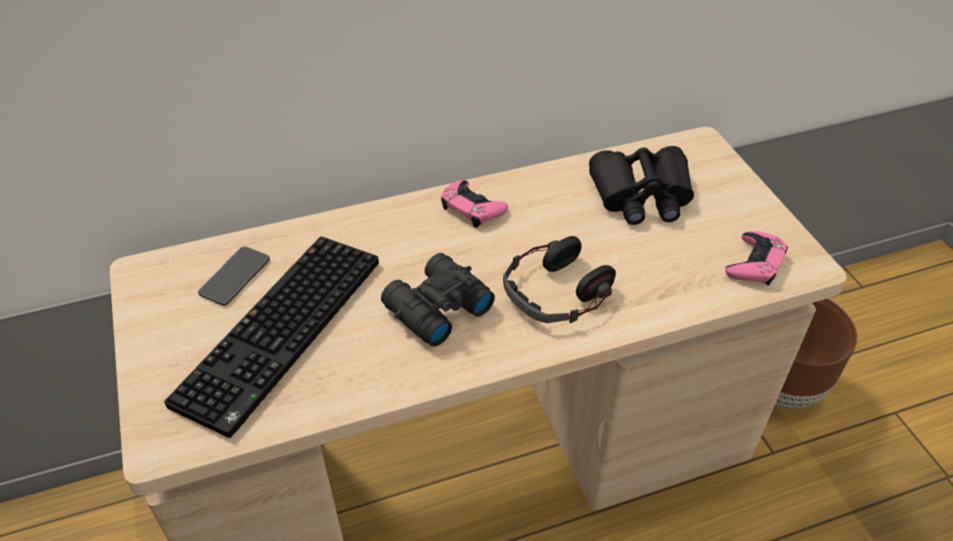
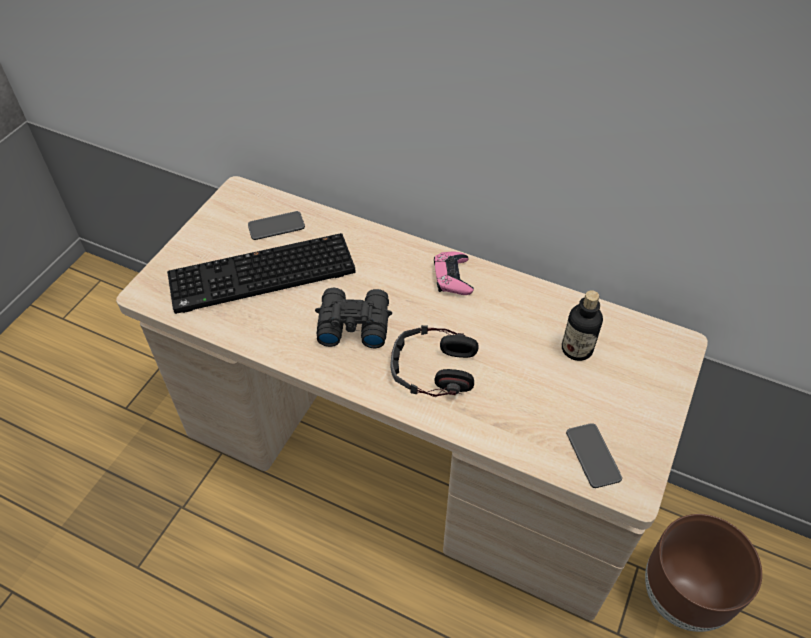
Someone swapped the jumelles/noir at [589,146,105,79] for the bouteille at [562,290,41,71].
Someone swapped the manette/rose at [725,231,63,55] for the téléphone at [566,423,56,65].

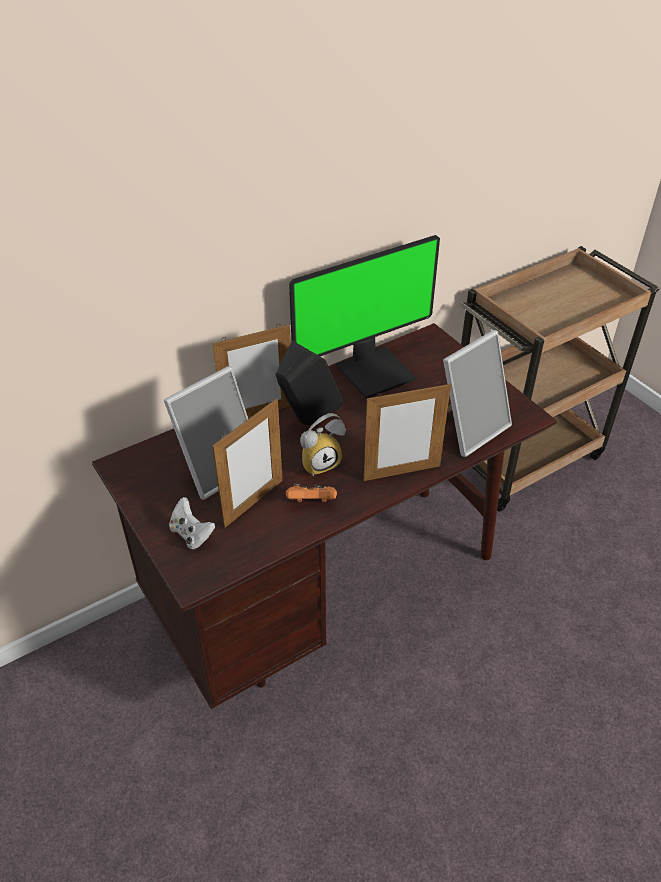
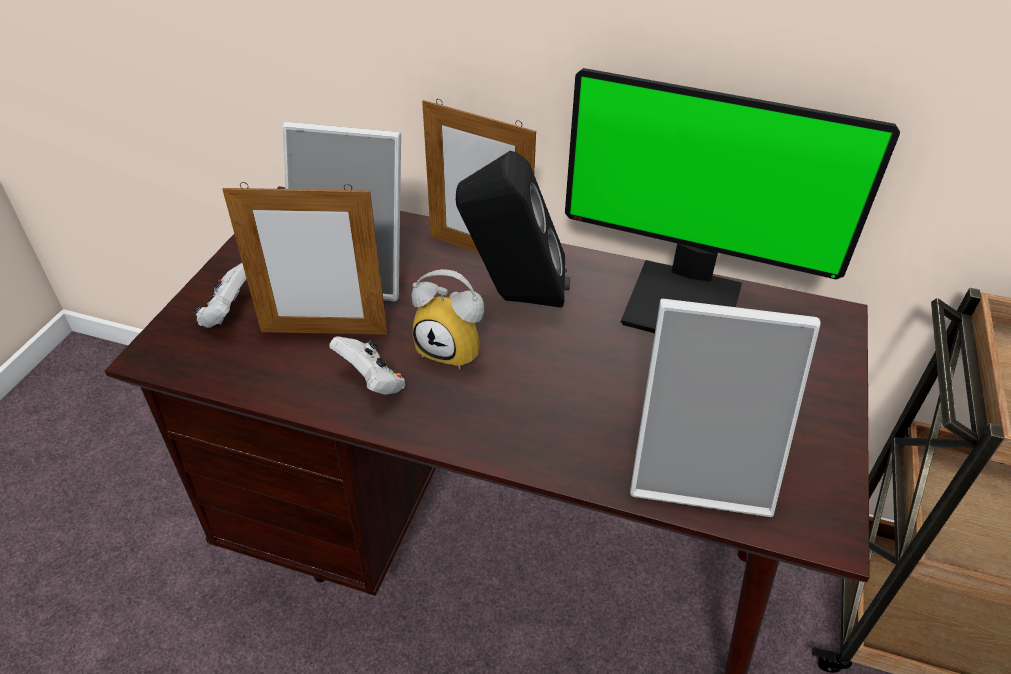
Someone took away the cadre photo at [364,383,87,98].
Someone repainted the manette/orange at [286,483,51,19], which became the manette/blanc at [329,336,76,59].

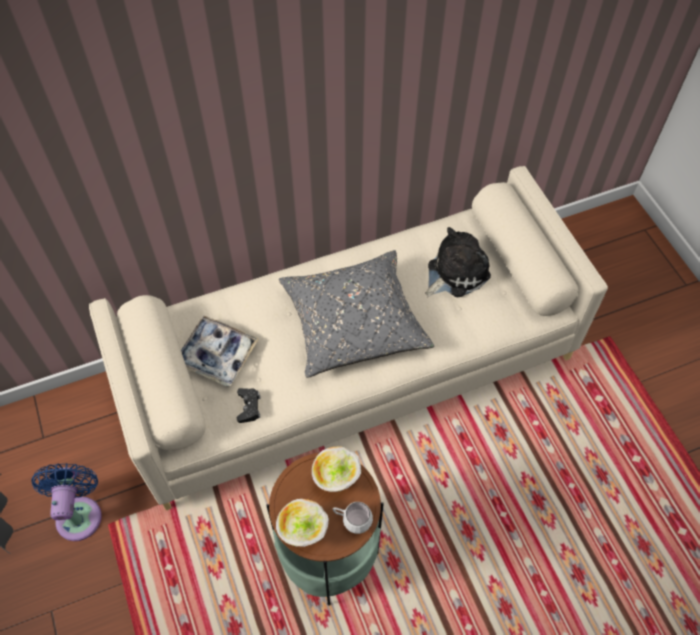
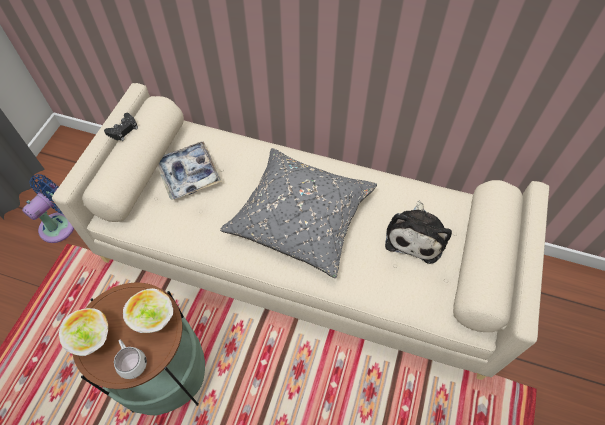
Someone rotated the peluche at [426,227,65,70] by 105 degrees clockwise.
Someone carried the manette/noir from [237,388,23,35] to [104,113,34,28].

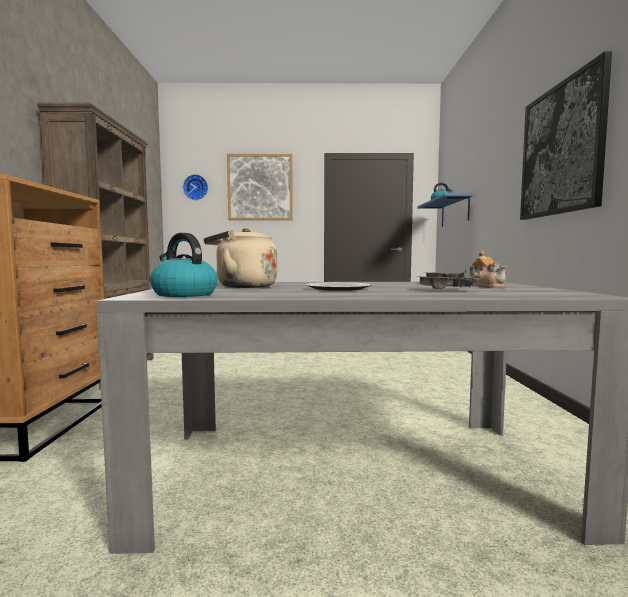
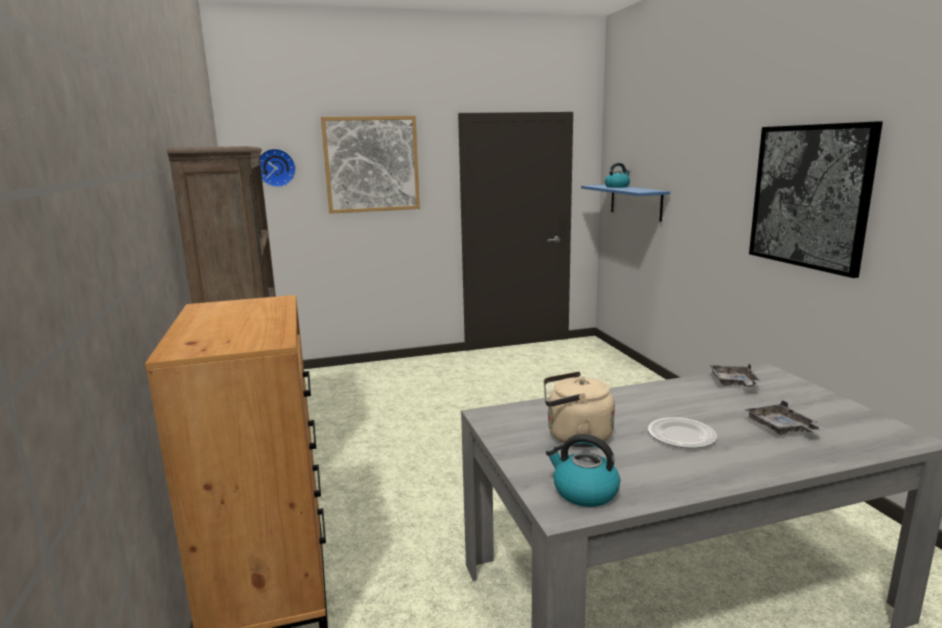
Someone took away the théière at [469,251,38,37].

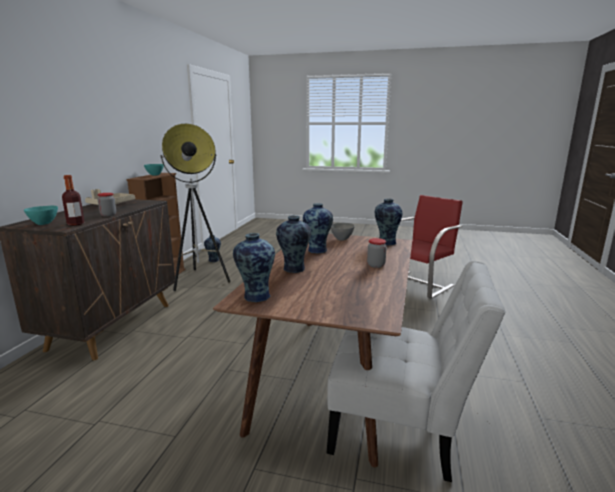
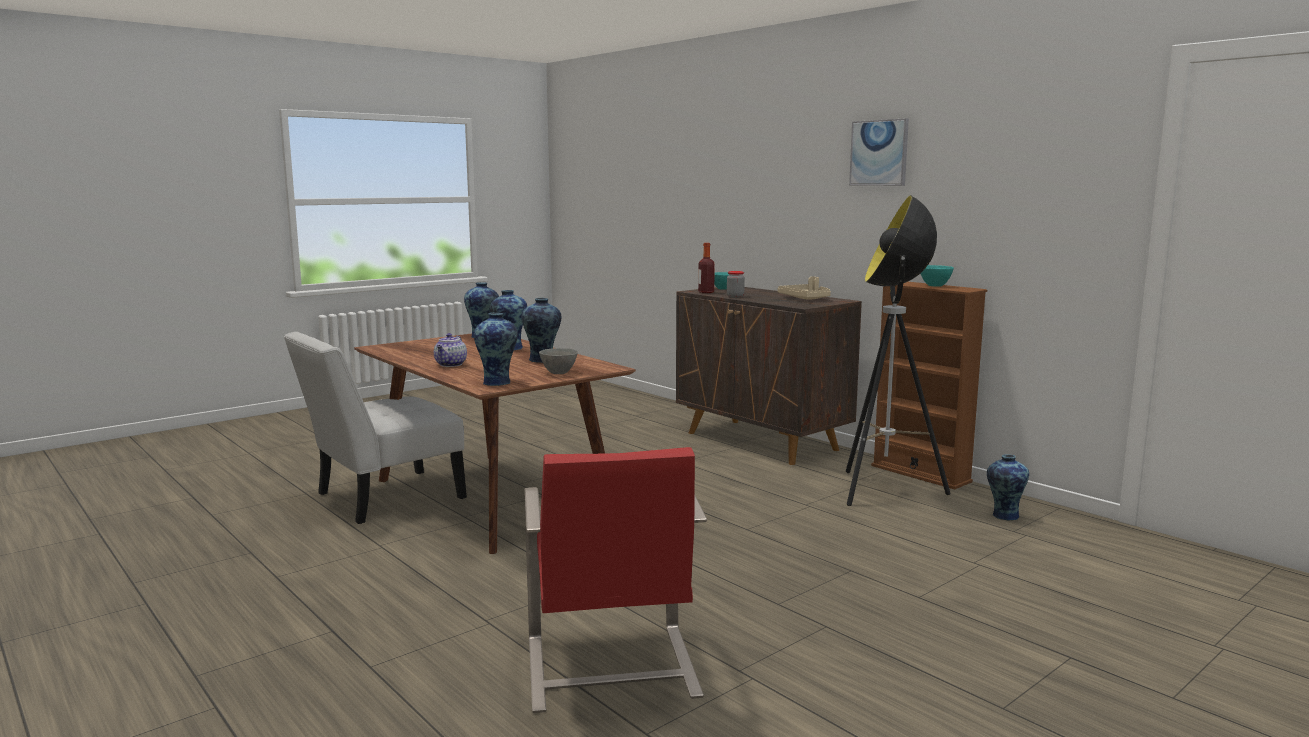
Someone swapped the bocal at [367,238,20,30] for the théière at [434,333,33,34].
Someone put up the tableau at [849,118,60,68].

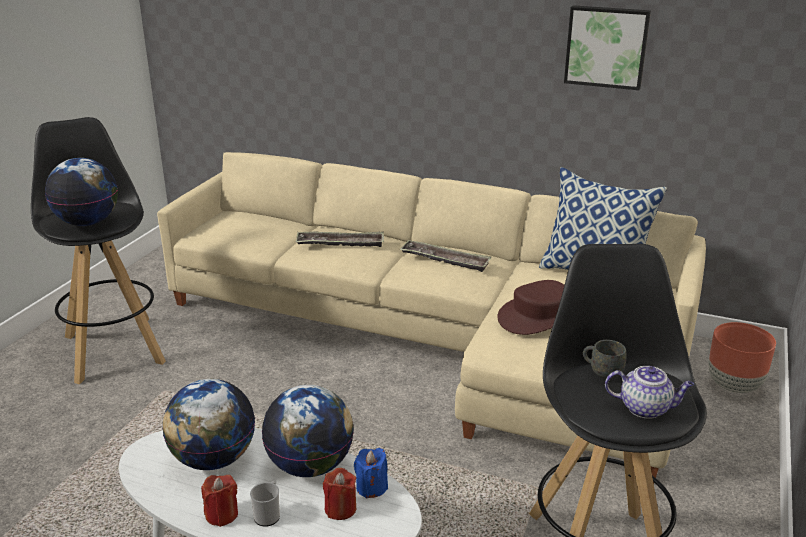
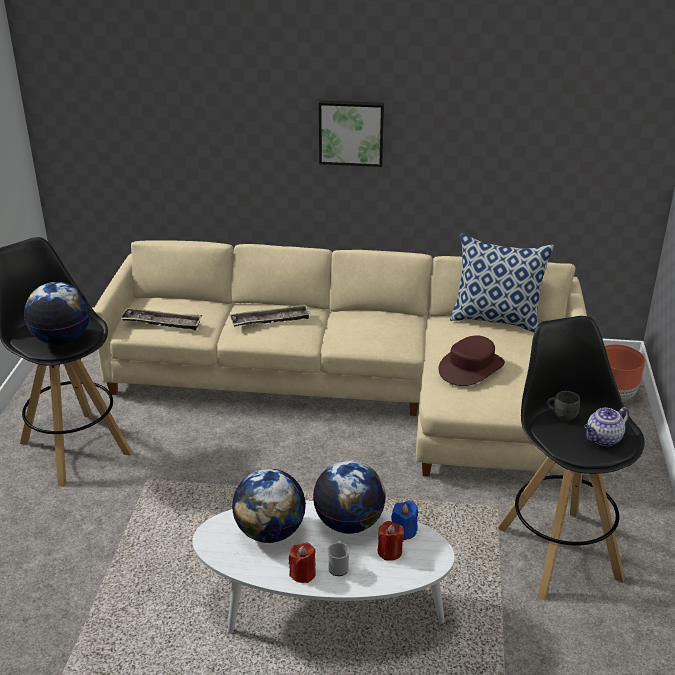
Someone carried the tableau from [564,5,87,85] to [319,100,65,67].
Someone carried the plateau from [400,240,92,32] to [120,308,82,22].
Someone rotated the théière at [605,366,89,53] by 150 degrees clockwise.

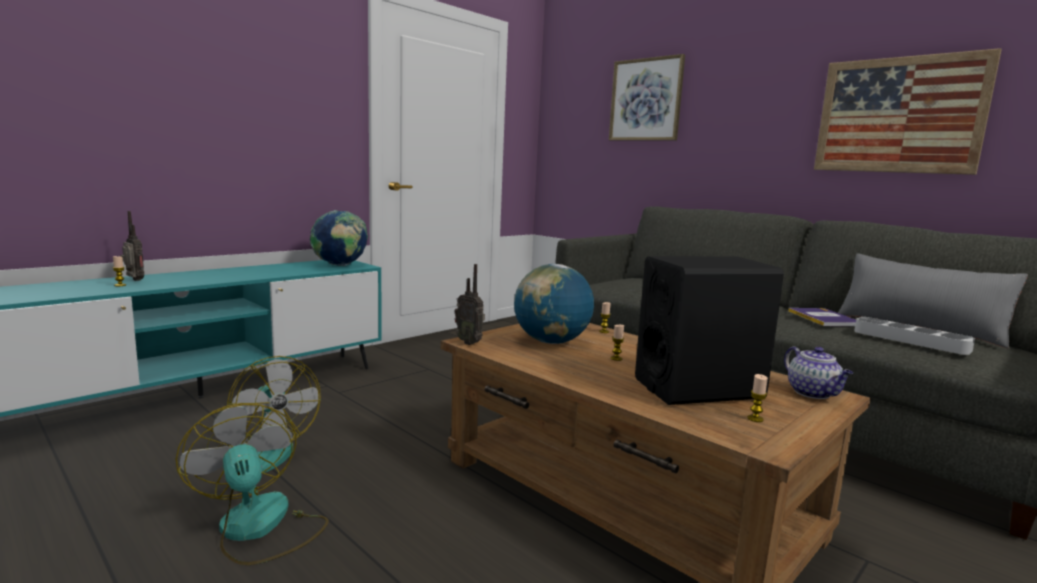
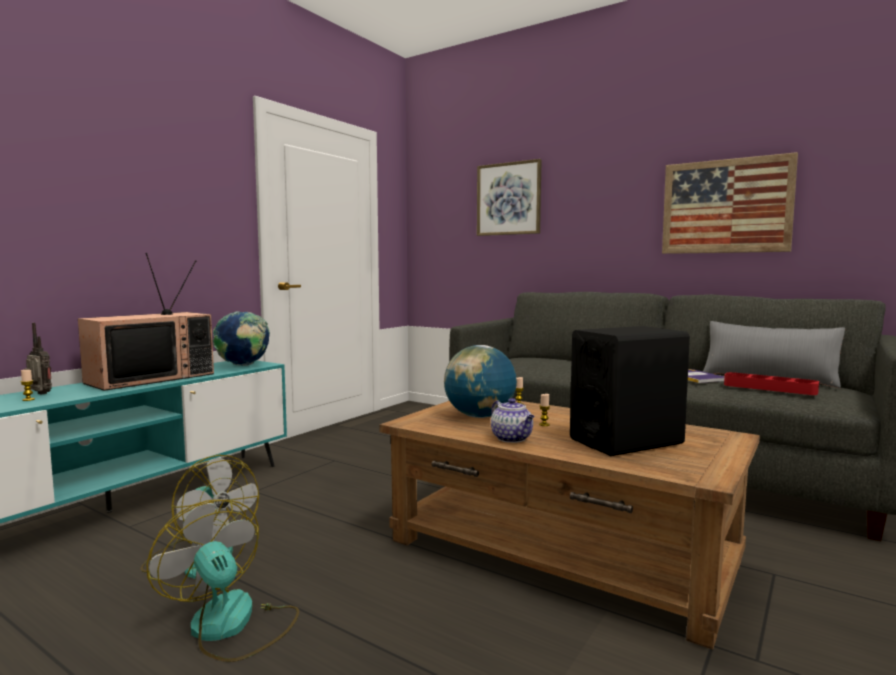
Someone took away the radio at [455,264,30,81].
Someone repainted the plateau/gris at [854,317,121,38], which became the plateau/rouge at [724,372,95,23].
Someone carried the théière from [784,346,69,53] to [491,398,44,45].
Someone took away the bougie at [747,374,21,48].
Someone put down the téléviseur at [78,253,136,138].

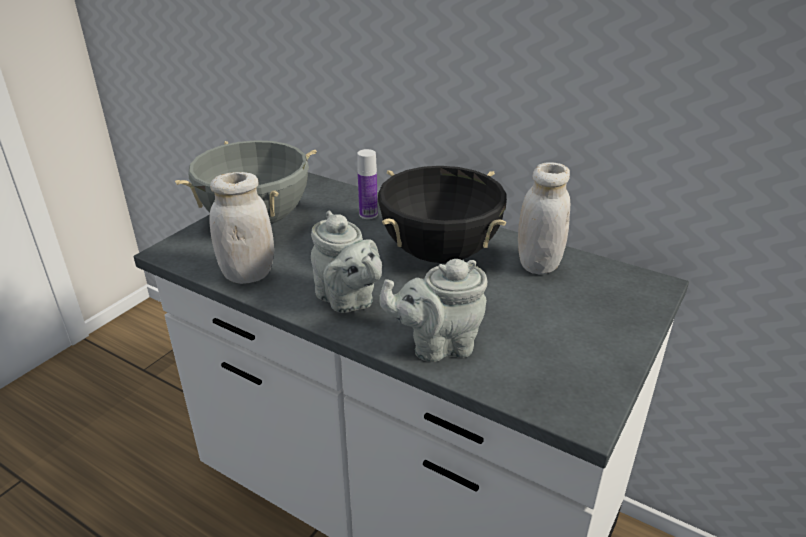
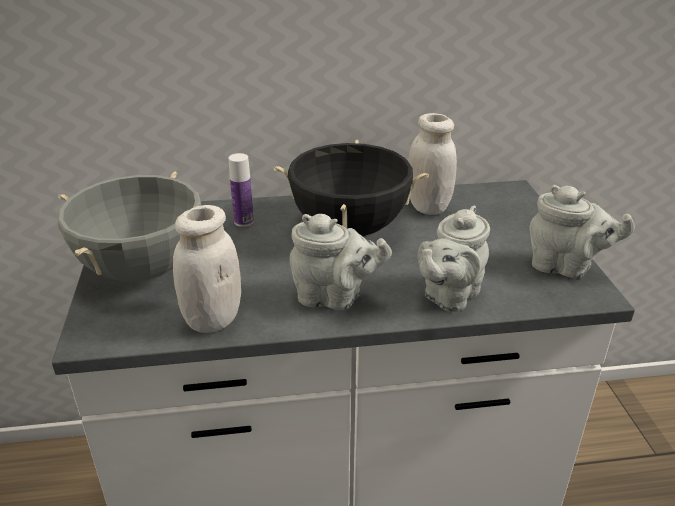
Someone put down the théière/gris at [530,185,105,93].

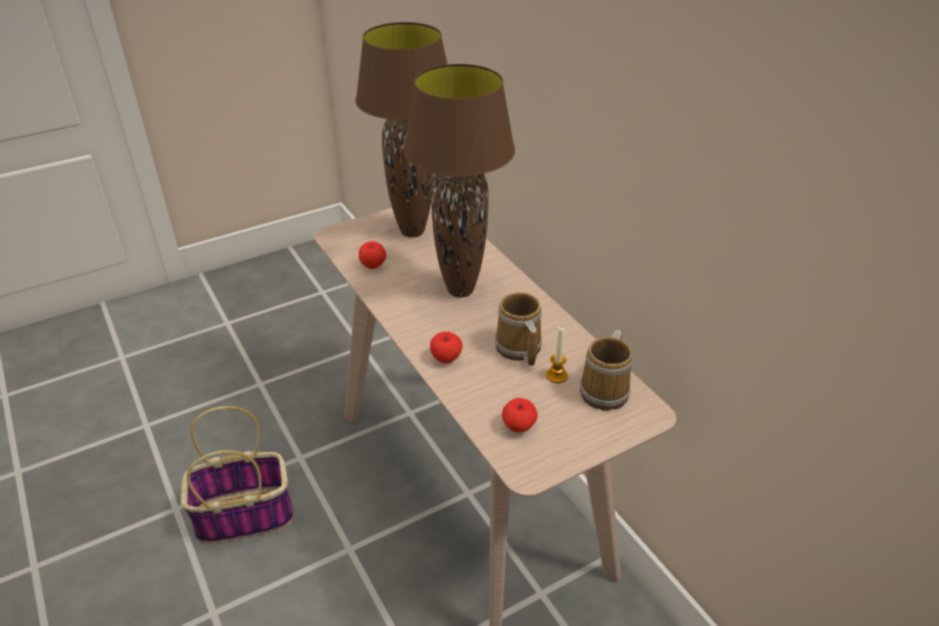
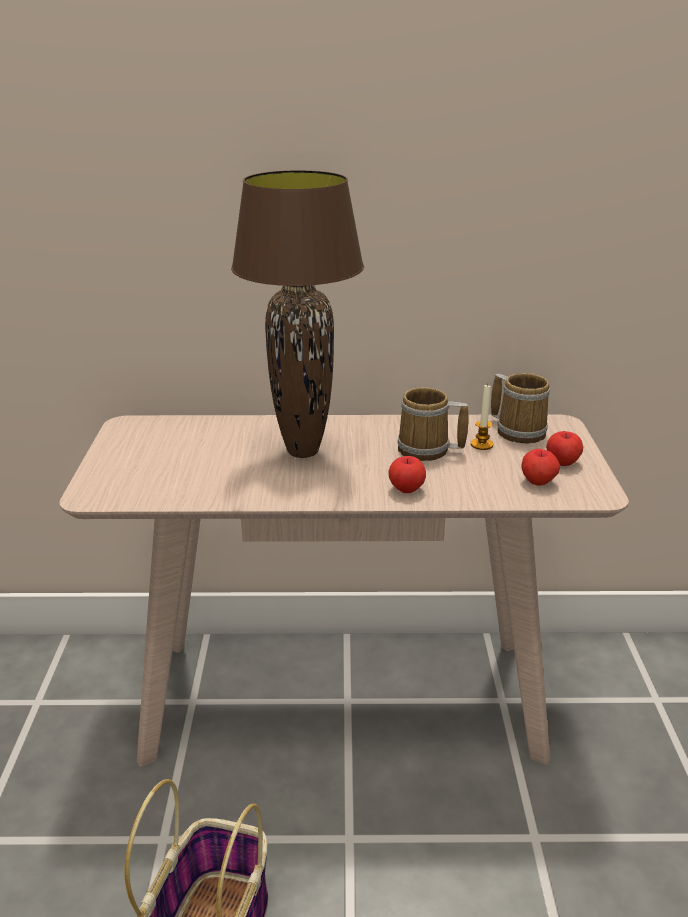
Someone took away the lampe de table/marron at [356,22,91,216].
Someone carried the pomme from [359,241,27,28] to [546,431,37,35].

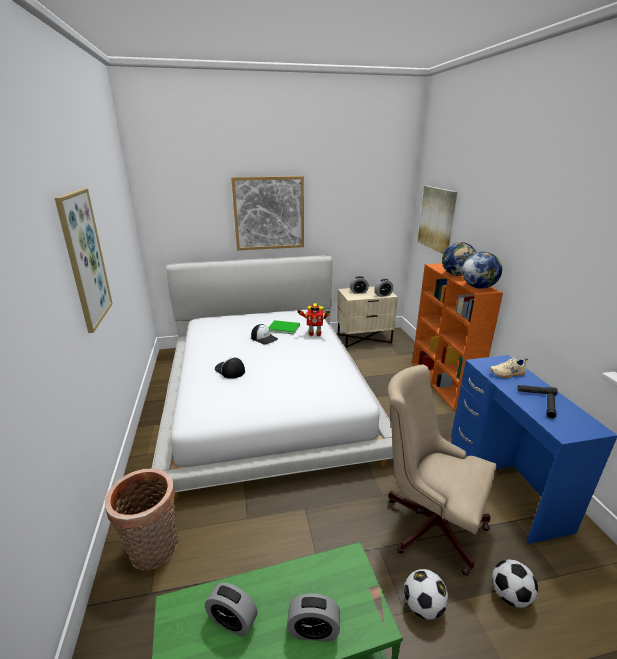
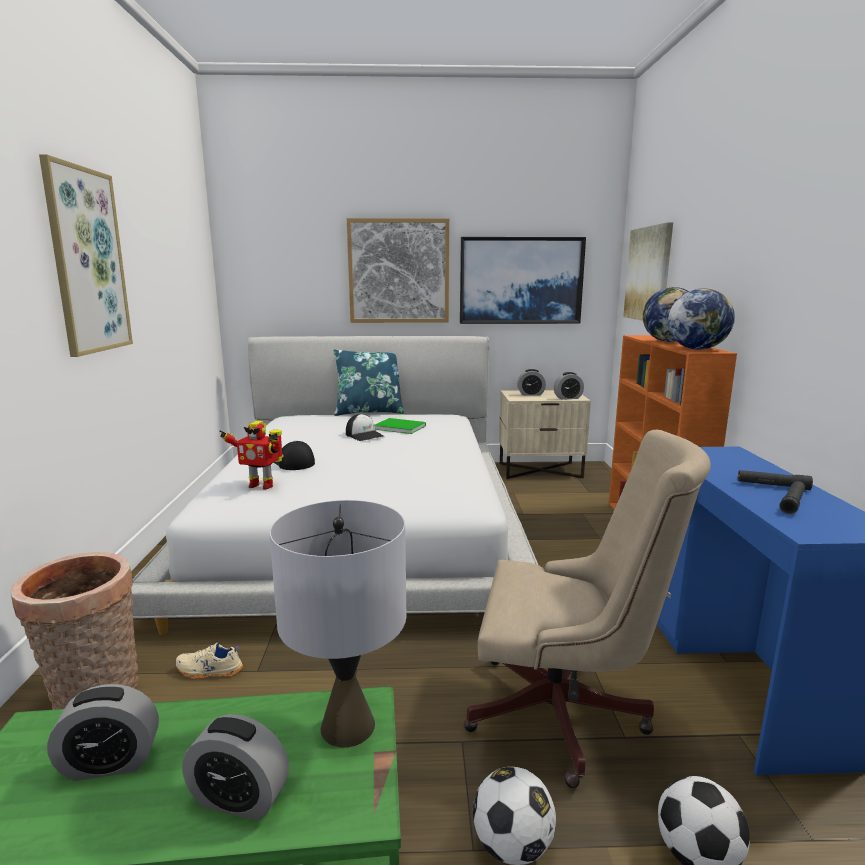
Someone carried the robot jouet from [297,303,33,33] to [219,421,65,68].
Someone carried the chaussure/beige from [490,358,38,20] to [176,643,67,36].
Someone rotated the chaise de bureau/beige at [388,364,109,212] by 150 degrees clockwise.
Someone rotated the réveil at [205,582,53,55] by 45 degrees counterclockwise.
Someone put up the tableau at [460,237,126,87].
Someone put down the coussin/bleu at [334,349,71,67].
Someone put down the lampe de table/gris at [270,500,136,248].

